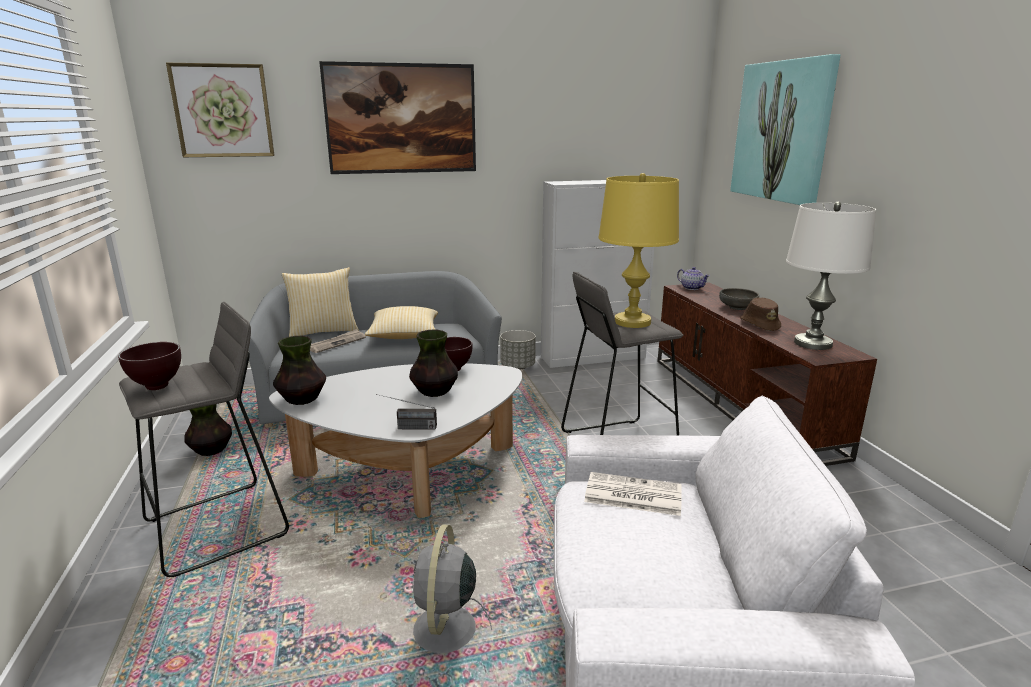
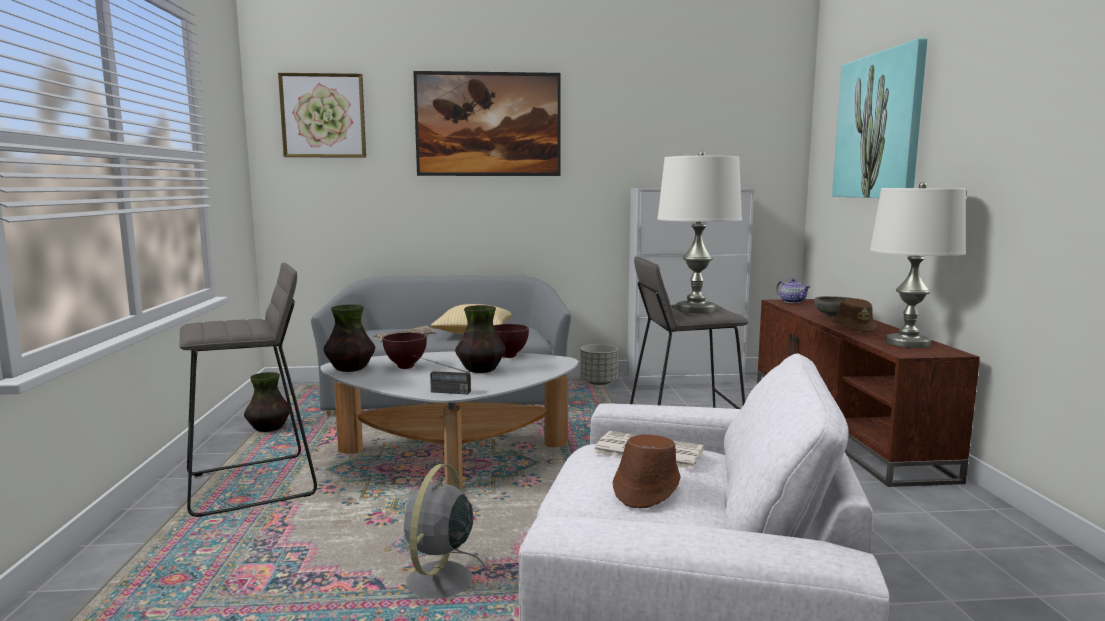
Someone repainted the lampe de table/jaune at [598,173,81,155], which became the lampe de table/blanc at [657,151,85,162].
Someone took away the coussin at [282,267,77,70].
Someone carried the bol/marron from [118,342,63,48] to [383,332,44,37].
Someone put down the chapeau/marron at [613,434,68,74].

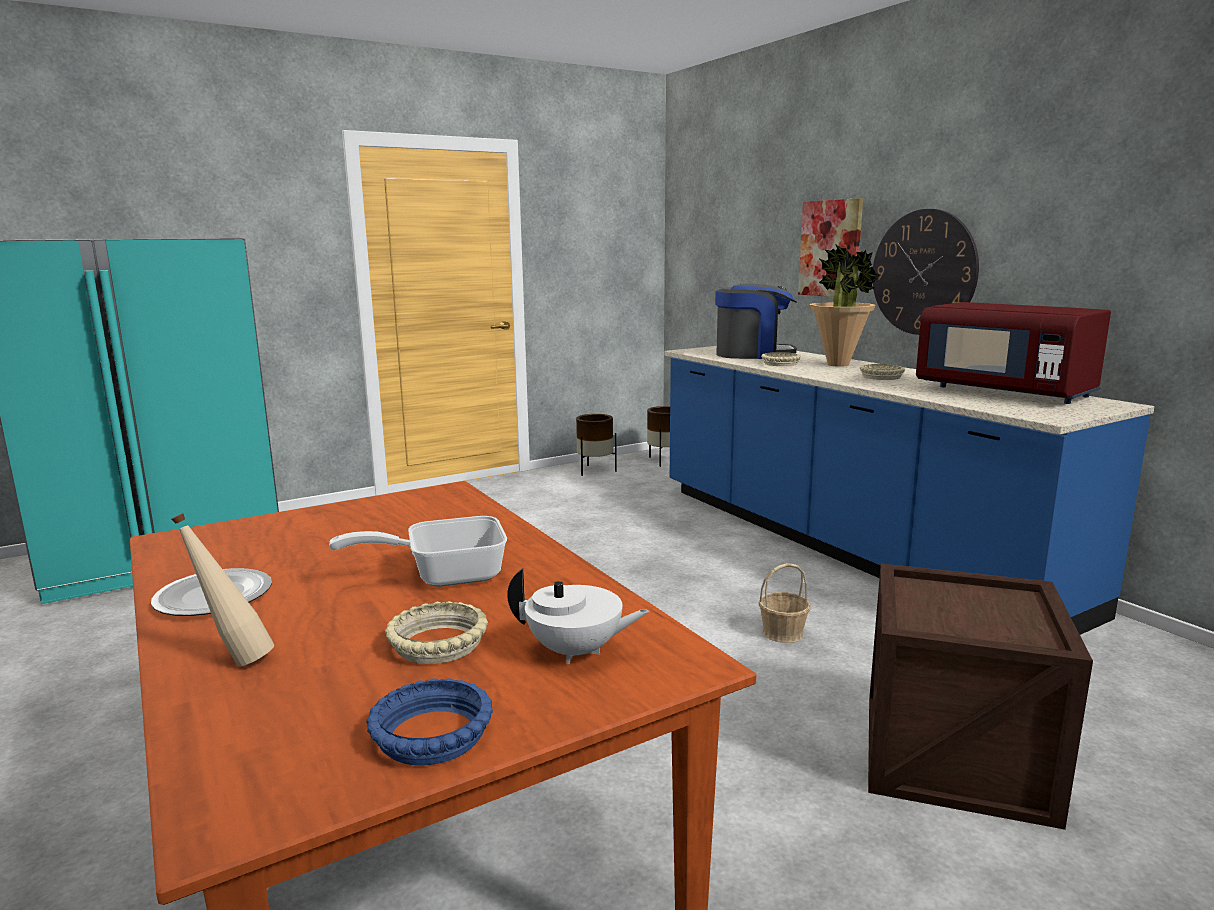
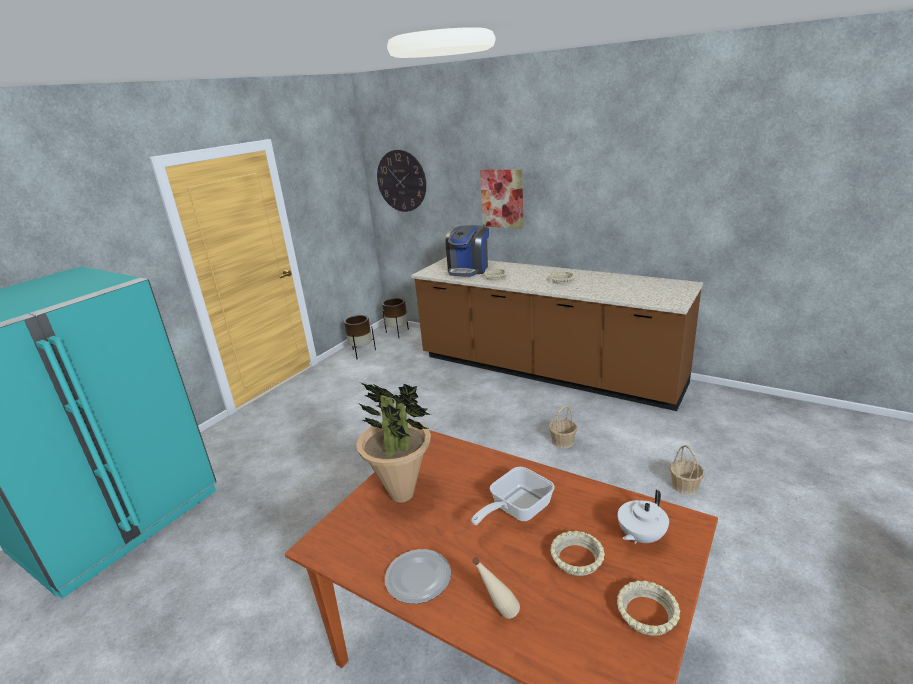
Someone carried the horloge murale from [873,209,106,126] to [377,150,49,62].
Someone carried the plante en pot from [809,245,71,122] to [356,382,75,121].
Someone rotated the machine à café at [715,284,82,75] by 135 degrees clockwise.
Someone took away the micro-ondes/rouge at [916,302,195,102].
Someone repainted the comptoir de cuisine/bleu at [665,346,489,289], which became the comptoir de cuisine/marron at [411,257,292,154].
Someone swapped the caisse at [868,564,225,266] for the panier at [670,445,35,50].
Someone rotated the théière/blanc at [507,568,143,97] by 150 degrees clockwise.
Someone repainted the bol/bleu at [366,678,127,87], which became the bol/beige at [617,580,63,56].

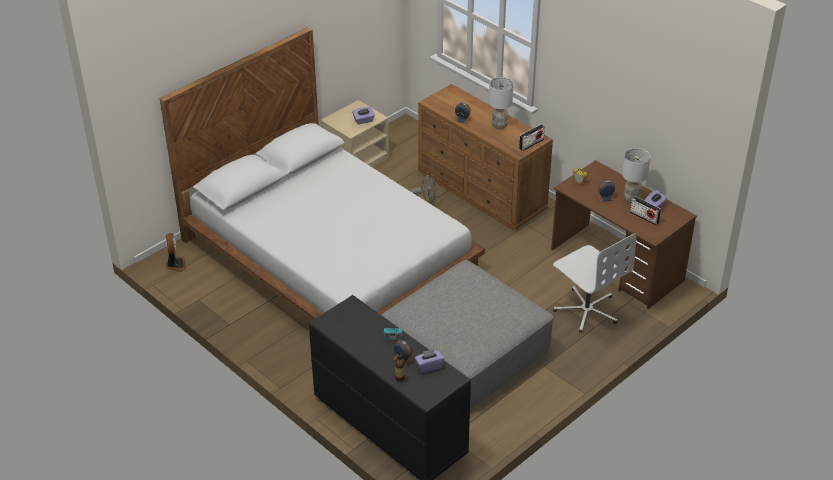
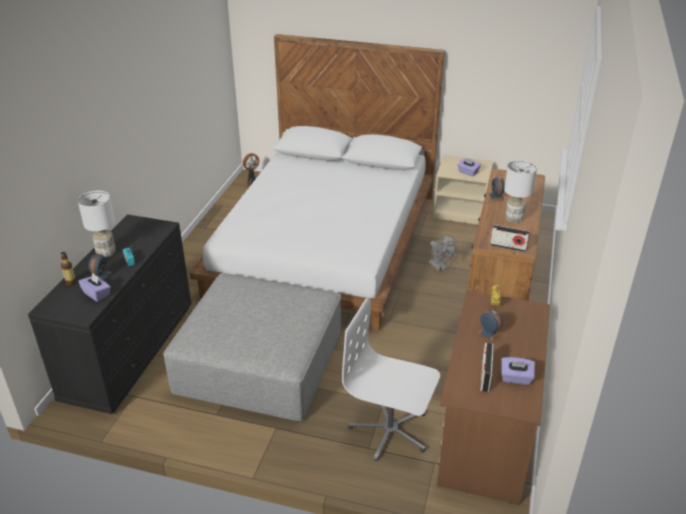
Someone carried the lampe de table/blanc from [622,148,29,55] to [78,191,38,66].
Someone rotated the chaise de bureau/blanc at [553,233,83,100] by 90 degrees clockwise.

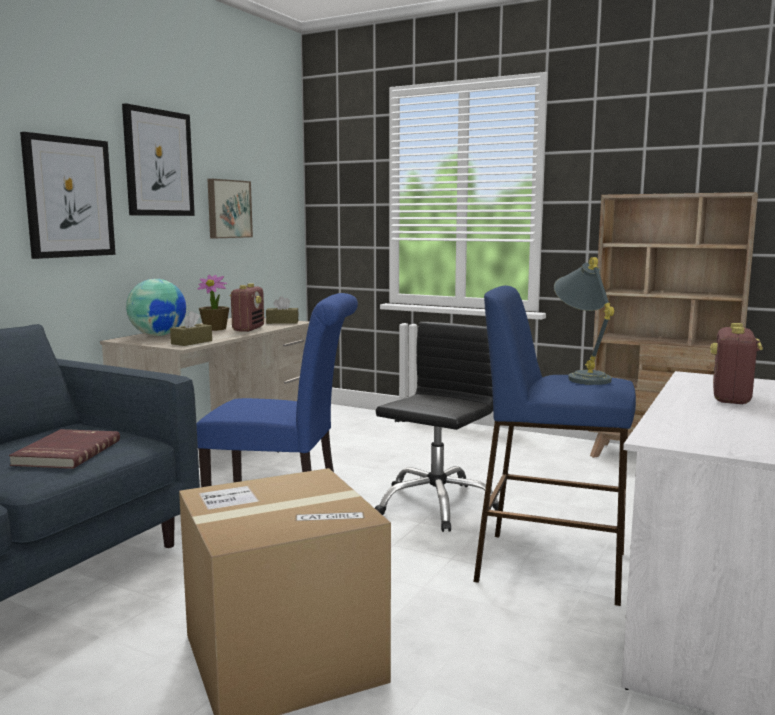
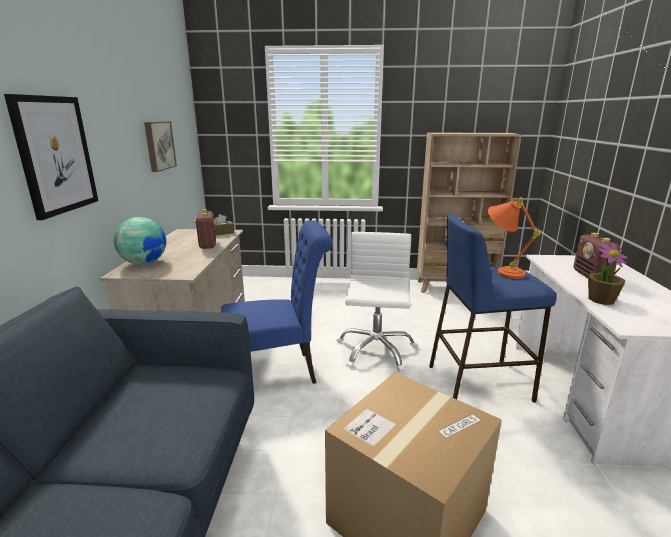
Someone took away the tableau at [122,103,73,113].
Someone repainted the lampe de table/gris at [554,257,60,128], which became the lampe de table/orange at [488,197,53,82].
Someone carried the plante en pot from [197,275,32,56] to [588,242,39,63].
Someone took away the boîte à mouchoirs/marron at [170,311,42,35].
Someone repainted the chaise de bureau/noir at [375,322,124,210], which became the chaise de bureau/blanc at [337,232,80,140].
Someone took away the livre/rouge at [9,429,111,40].

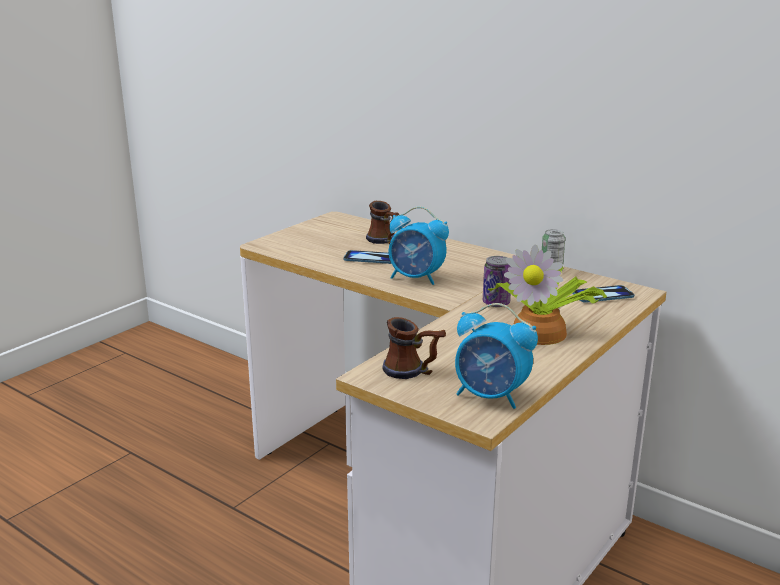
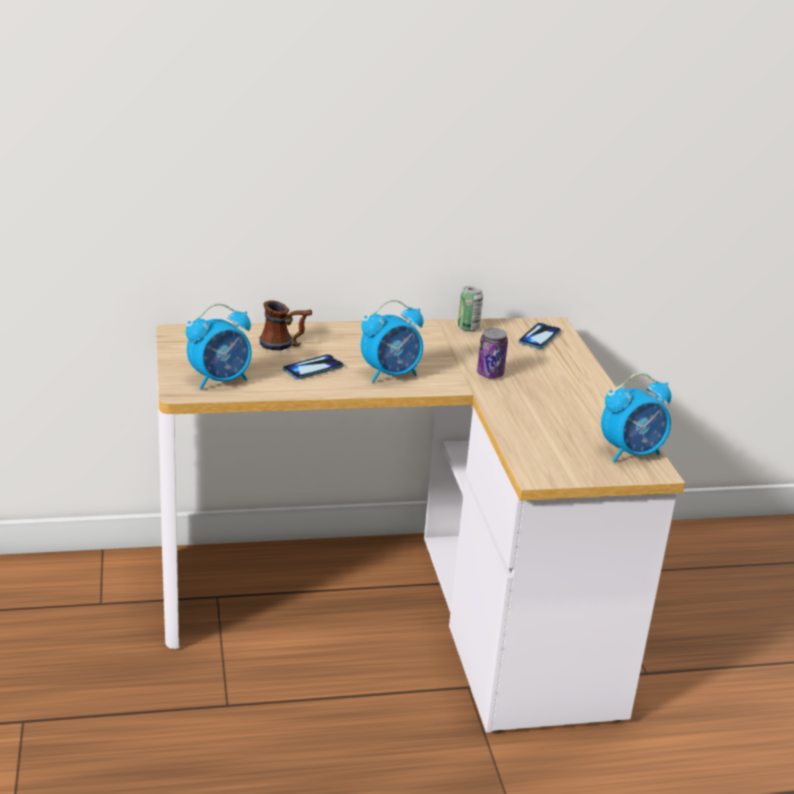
Someone took away the plante en pot at [488,244,119,101].
Someone took away the mug at [382,317,64,62].
Someone put down the réveil at [186,303,66,87].

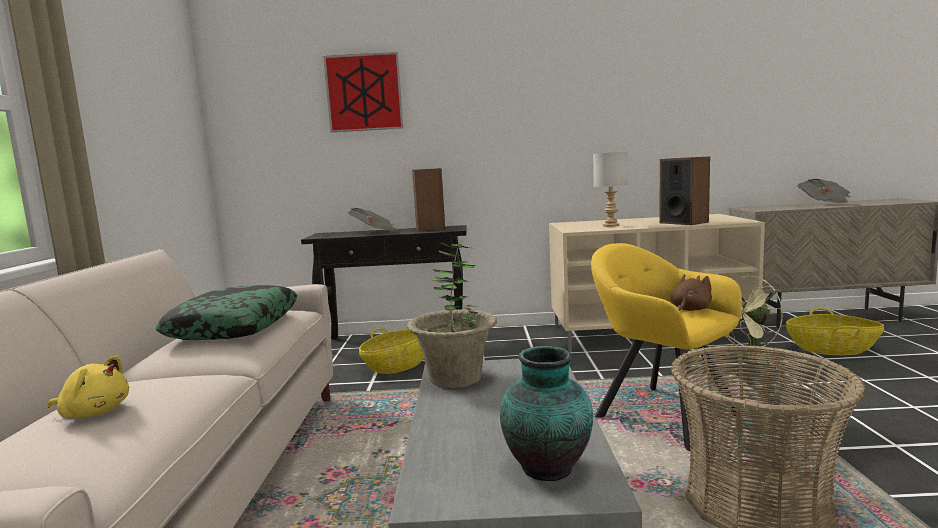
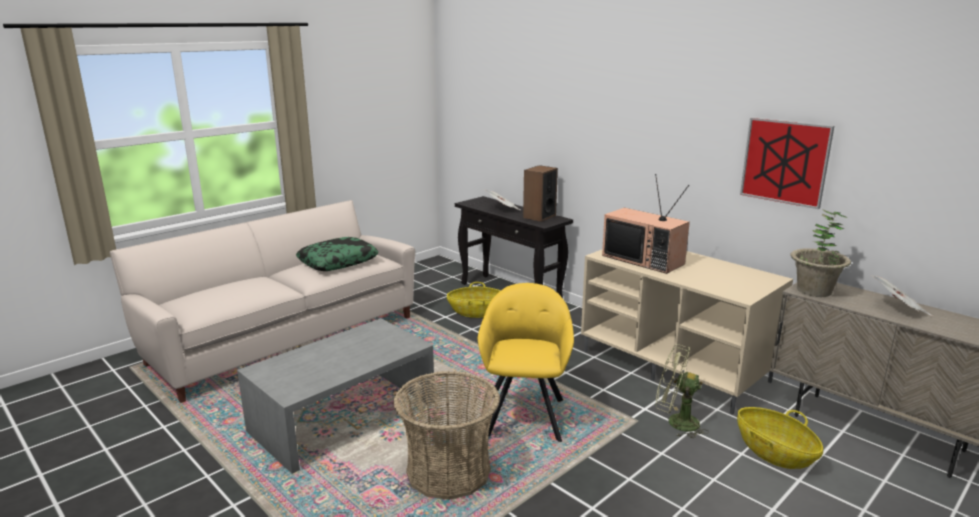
Someone carried the tableau from [323,52,80,80] to [740,117,94,92].
Someone swapped the lampe de table/gris at [593,152,35,75] for the téléviseur at [602,174,88,100].
Someone took away the enceinte at [659,156,51,69].
Someone carried the plante en pot from [407,242,90,146] to [790,210,61,87].
Someone took away the peluche/marron at [670,274,42,37].
Someone took away the vase at [500,346,93,135].
Someone took away the peluche/jaune at [48,356,81,62].

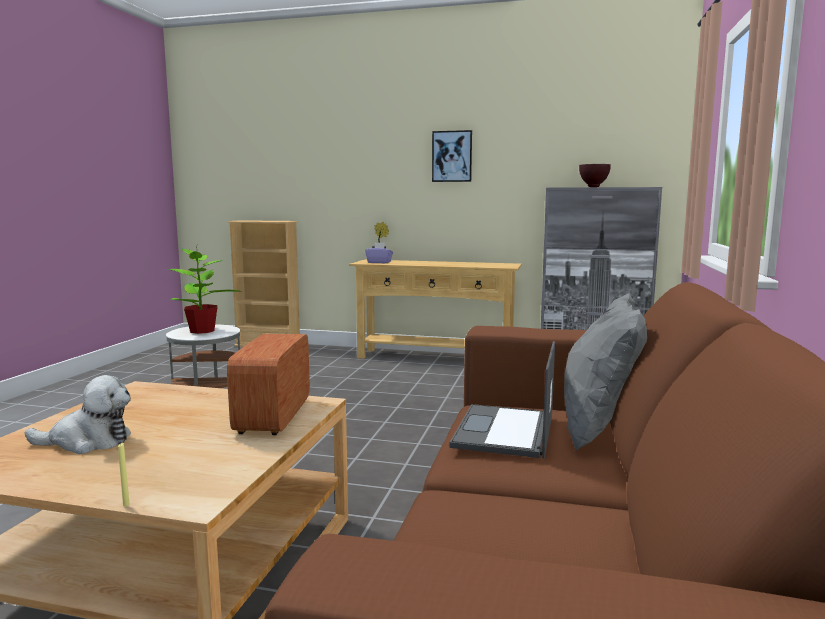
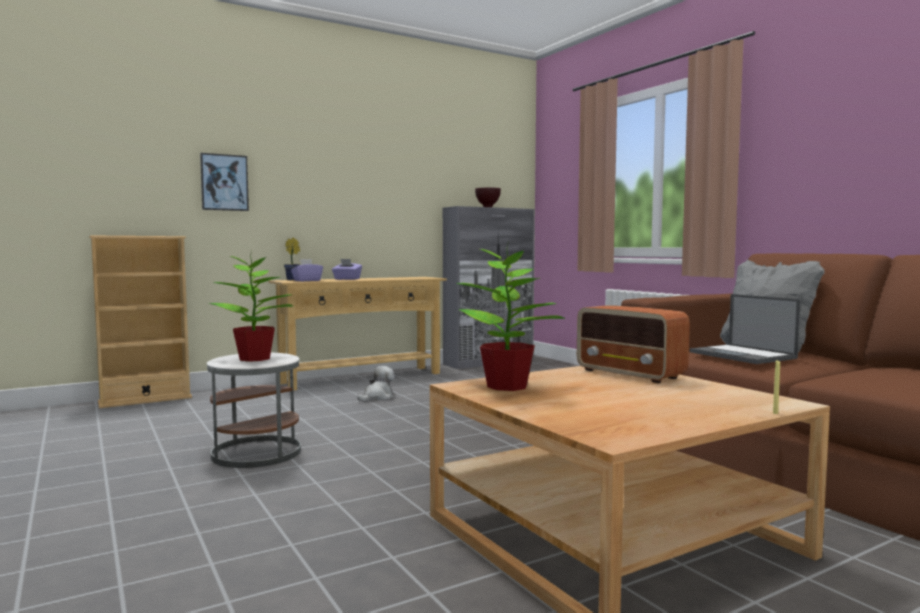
Someone carried the tableau from [432,130,40,52] to [200,153,49,58].
Someone carried the peluche from [25,375,106,79] to [357,366,38,35].
Someone put down the plante en pot at [456,244,109,147].
Someone put down the boîte à mouchoirs/violet at [332,259,30,21].

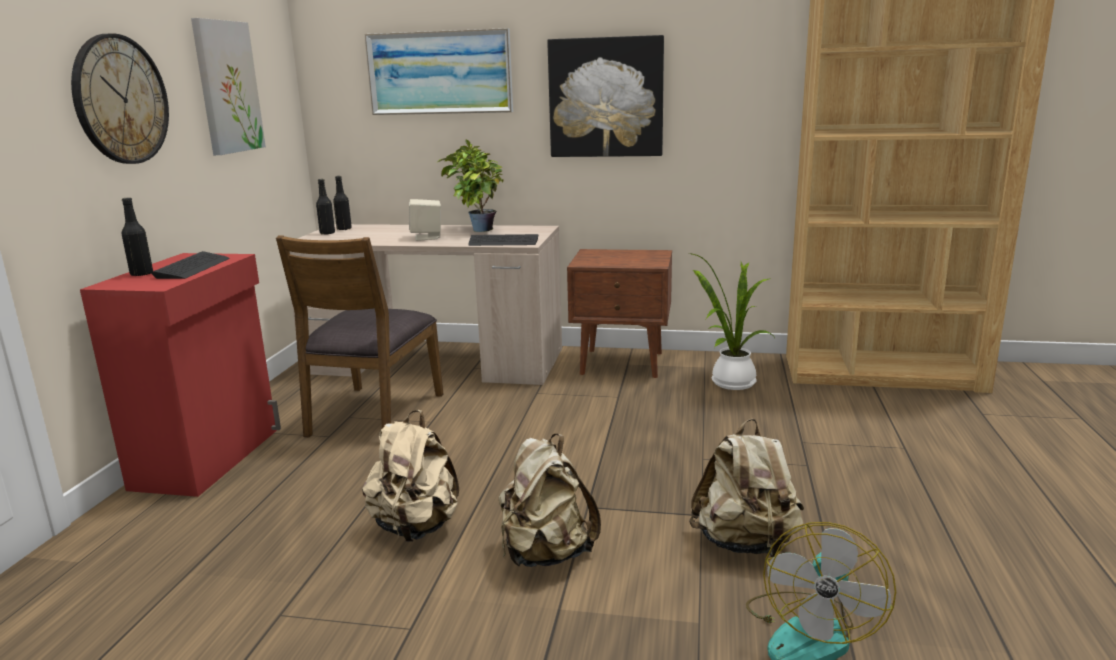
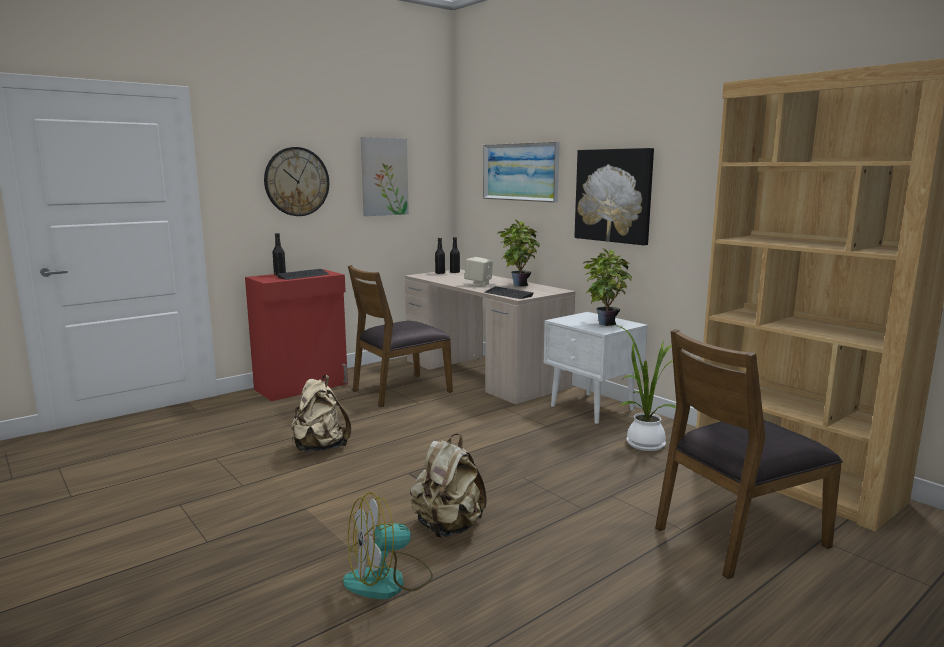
Someone repainted the table de chevet/marron at [567,249,105,129], which became the table de chevet/blanc at [544,312,104,112].
Someone took away the sac à dos/beige at [499,434,102,133].
Someone put down the plante en pot at [582,248,50,78].
Someone put down the chaise/marron at [655,329,188,250].

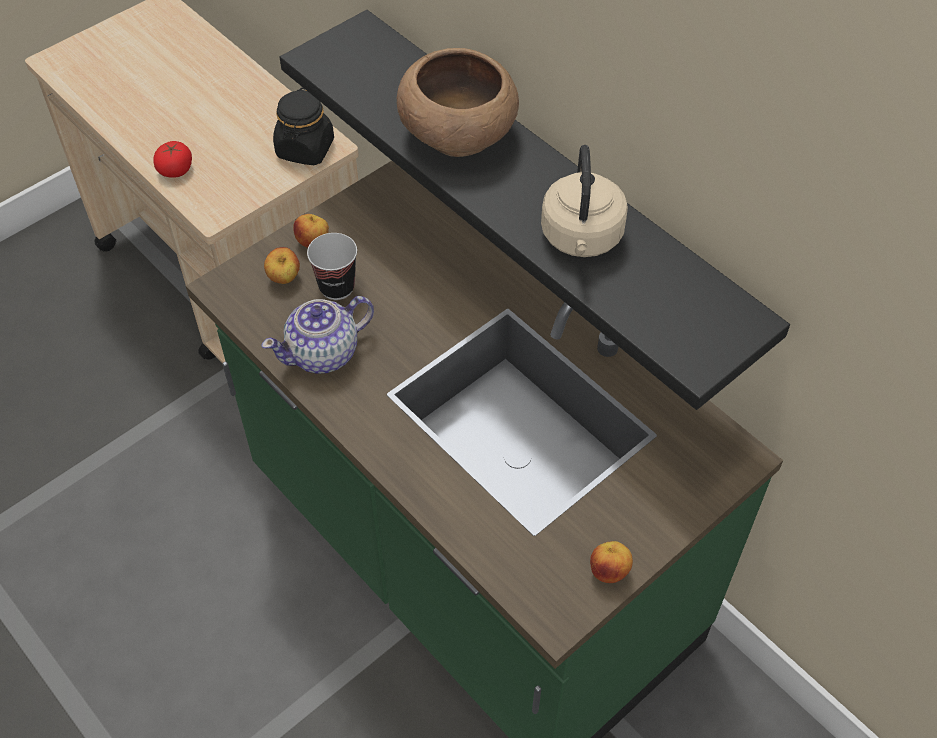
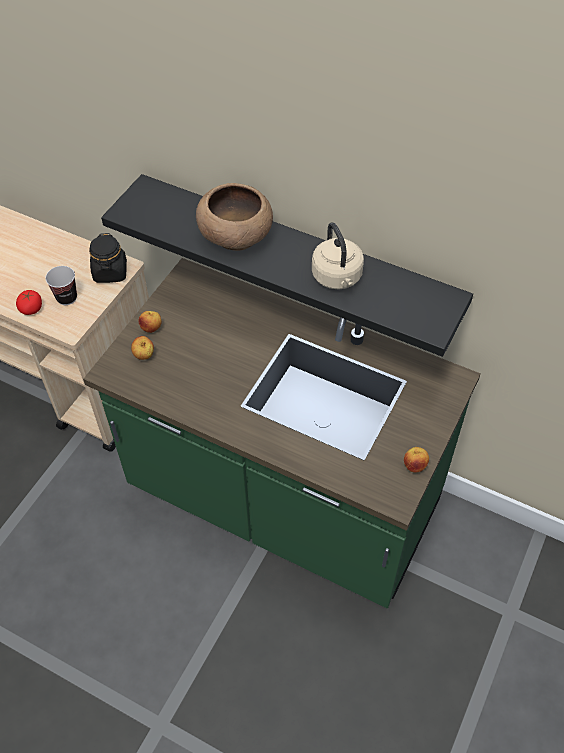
Someone carried the tasse from [307,233,50,67] to [45,266,32,39].
Someone took away the théière at [262,296,112,78].

